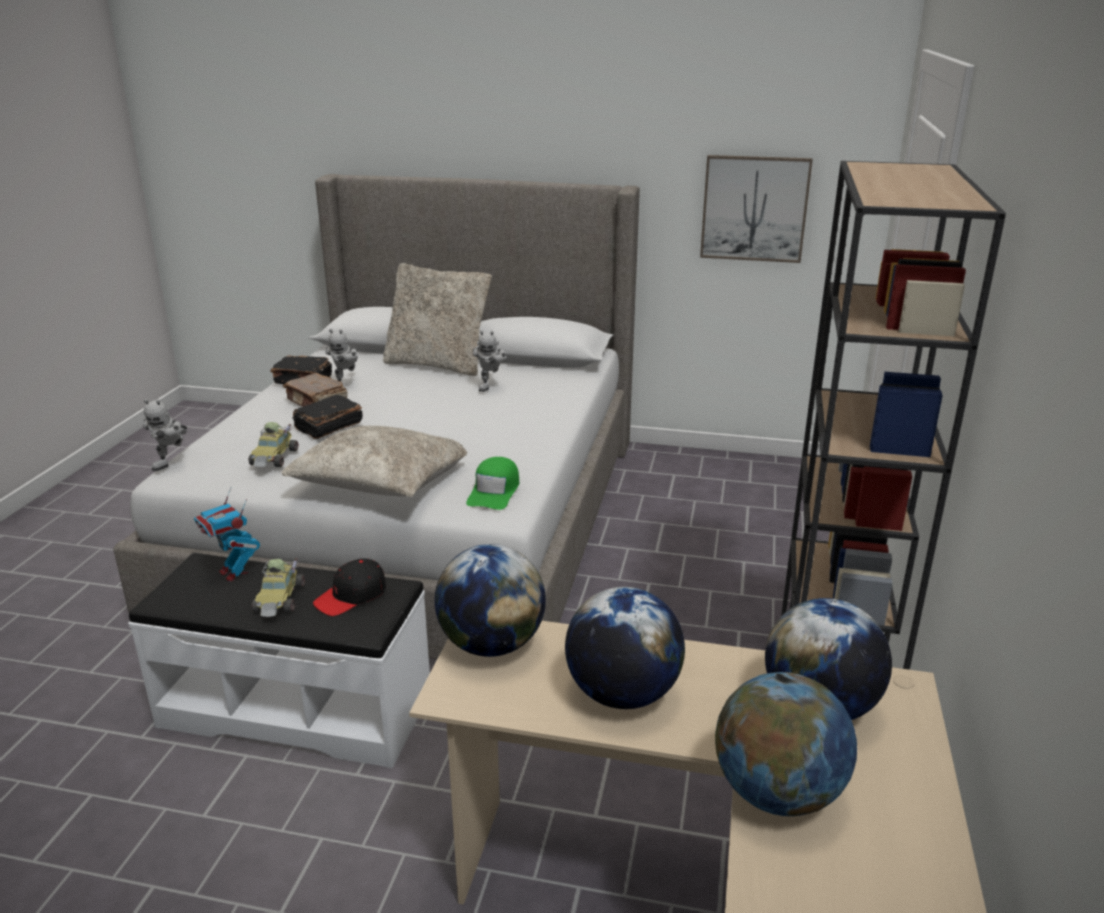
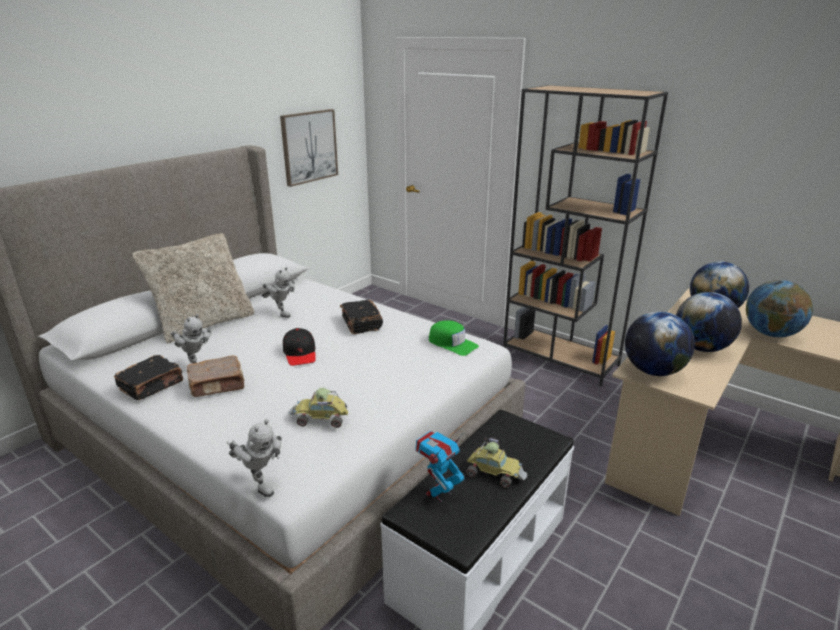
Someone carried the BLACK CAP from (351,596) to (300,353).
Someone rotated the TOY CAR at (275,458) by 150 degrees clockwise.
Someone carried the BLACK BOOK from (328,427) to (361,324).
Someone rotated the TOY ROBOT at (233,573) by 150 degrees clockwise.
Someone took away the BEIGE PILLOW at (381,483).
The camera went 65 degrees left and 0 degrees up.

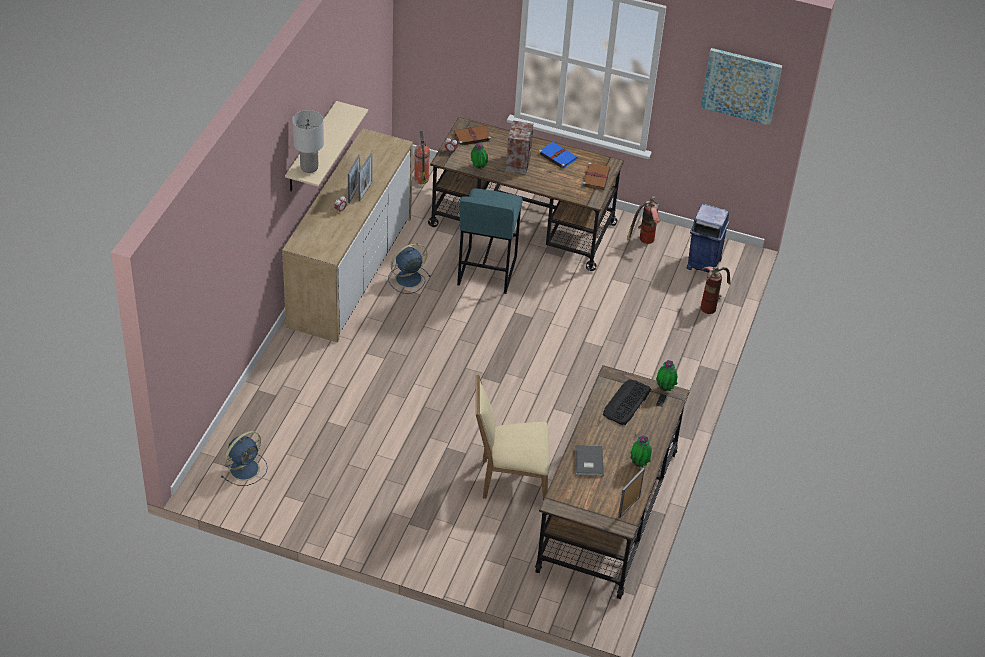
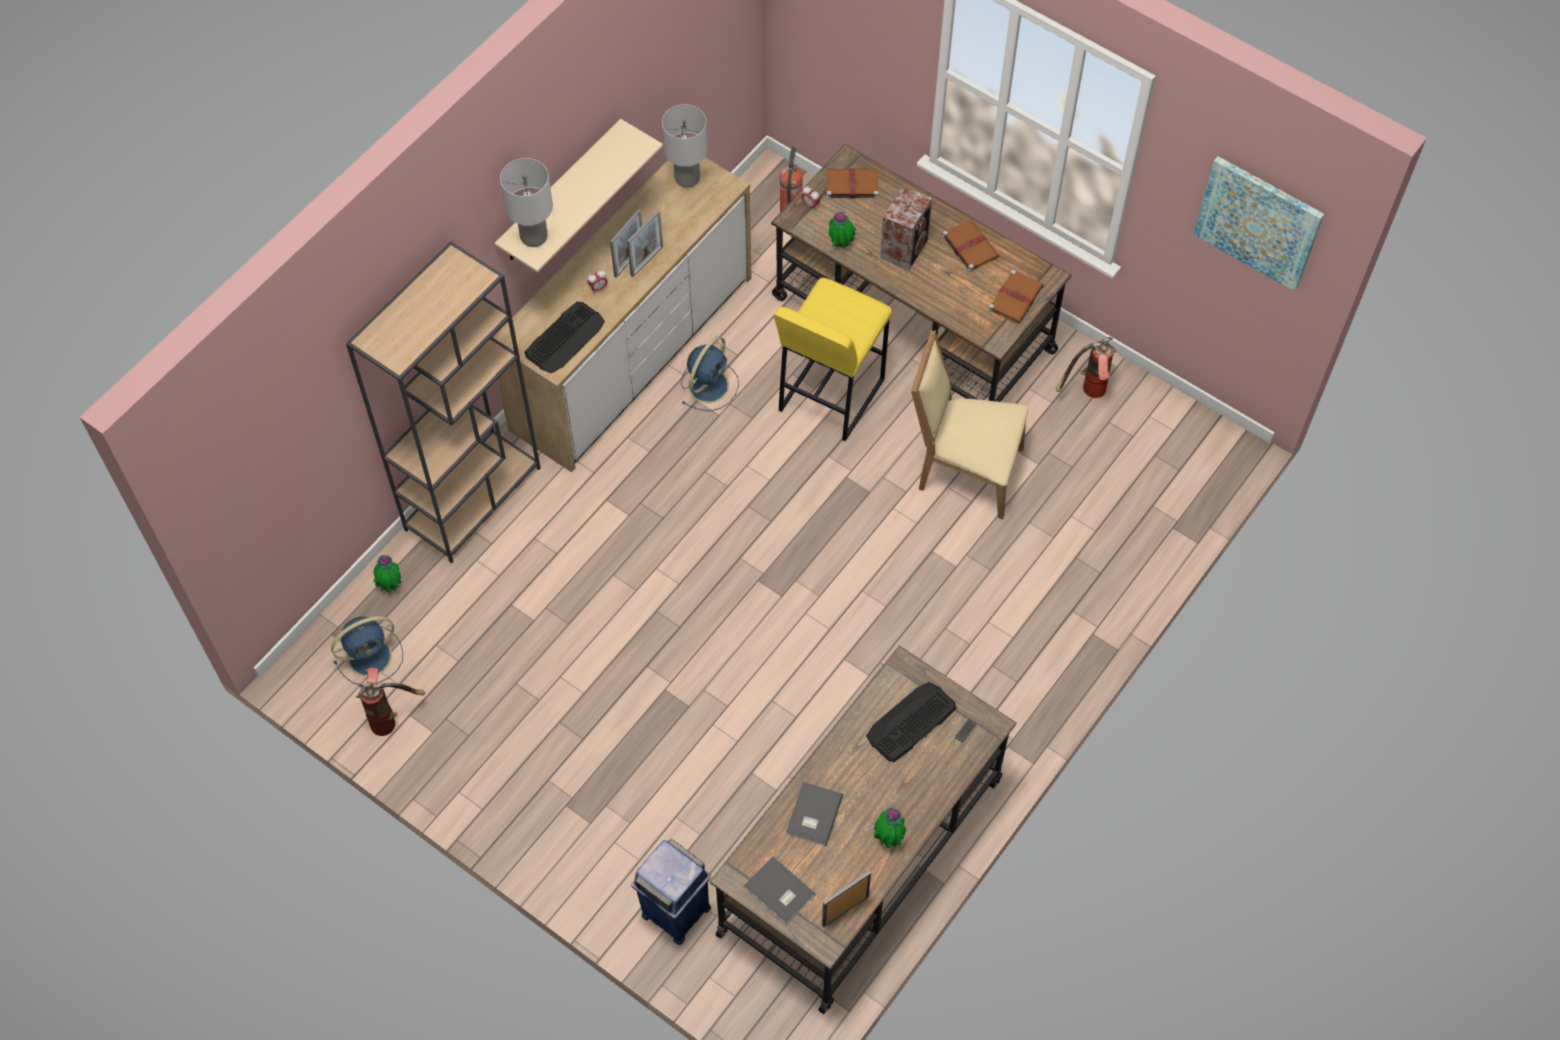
Someone put down the BOOKCASE at (473,498).
Someone carried the FIRE EXTINGUISHER from (711,304) to (391,717).
Someone carried the POTTED PLANT from (665,388) to (391,586).
Someone put down the KEYBOARD at (565,338).
Someone carried the BLUE TRASH CAN from (703,263) to (675,911).
Someone put down the GREY TABLE LAMP at (687,180).
Someone rotated the BLUE FAN at (407,279) by 135 degrees clockwise.
Someone put down the GREY BOOK at (779,893).
Someone repainted the TURQUOISE STOOL at (486,272), which became the YELLOW STOOL at (830,397).
Someone carried the BEIGE CHAIR from (509,479) to (963,469).
Someone repainted the BLUE BOOK at (557,156), which became the BROWN BOOK at (969,246).
The camera went 20 degrees right and 15 degrees up.

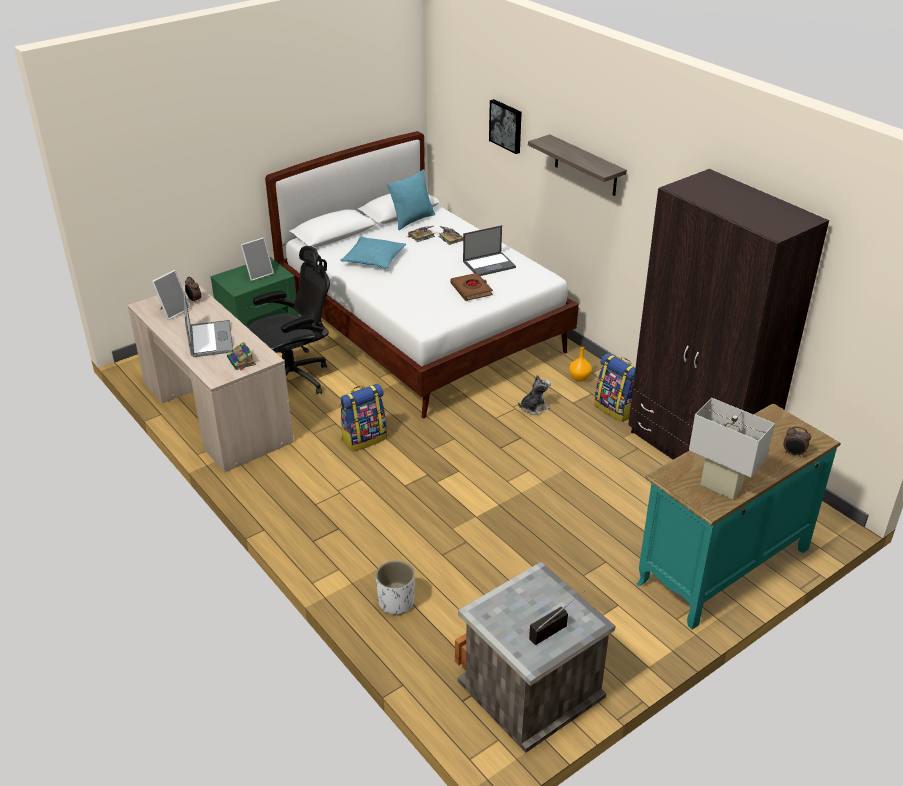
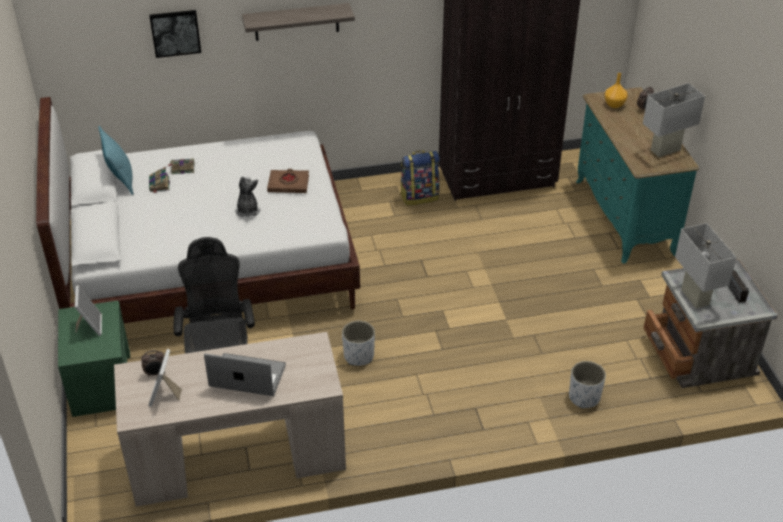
Someone rotated the PICTURE FRAME at (173,311) by 150 degrees counterclockwise.
Someone carried the PLUSH TOY from (533,408) to (247,210).
Someone swapped the BACKPACK at (364,439) for the WHITE PLANTER at (358,356).
Someone carried the ORANGE VASE from (580,378) to (614,104).
Someone put down the WHITE TABLE LAMP at (695,297).
Someone took away the BOOK at (241,361).
Someone took away the TURQUOISE PILLOW at (373,259).
Someone took away the LAPTOP at (489,264).
The camera went 65 degrees left and 5 degrees up.

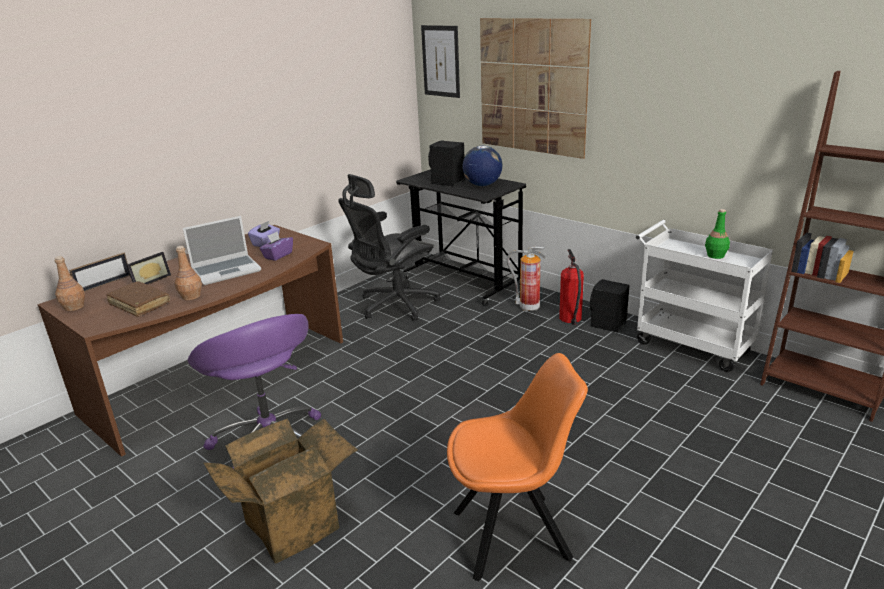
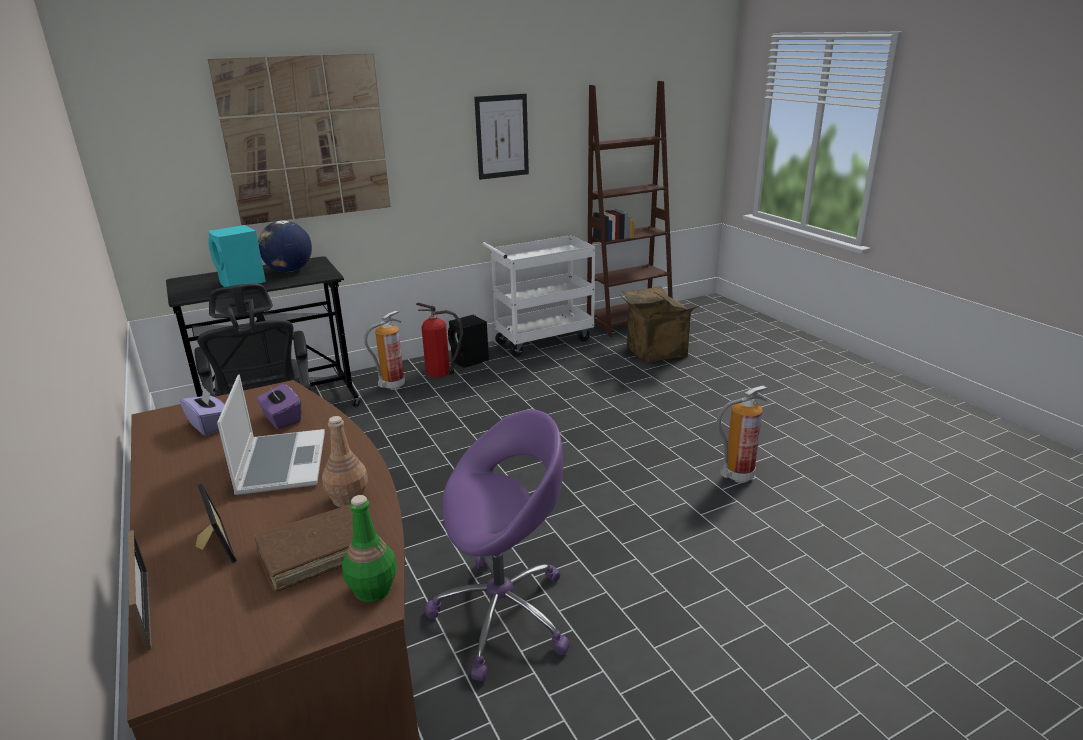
Someone repainted the BLACK SPEAKER at (447,182), which became the TURQUOISE SPEAKER at (242,283).
Someone carried the GREEN BOTTLE from (715,256) to (373,590).
Someone carried the PICTURE from (441,61) to (502,136).
Someone carried the CARDBOARD BOX from (291,522) to (653,351).
Someone swapped the ORANGE CHAIR at (512,535) for the FIRE EXTINGUISHER at (737,476).
Someone took away the BROWN BOTTLE at (74,307).
The camera went 70 degrees left and 0 degrees up.

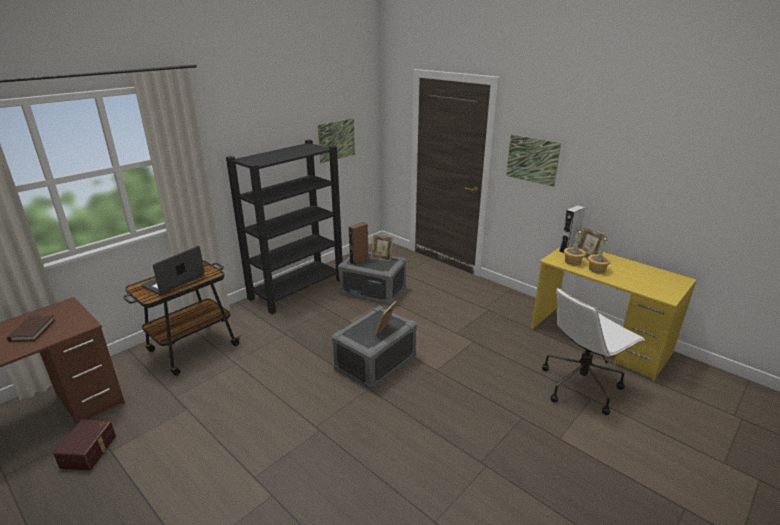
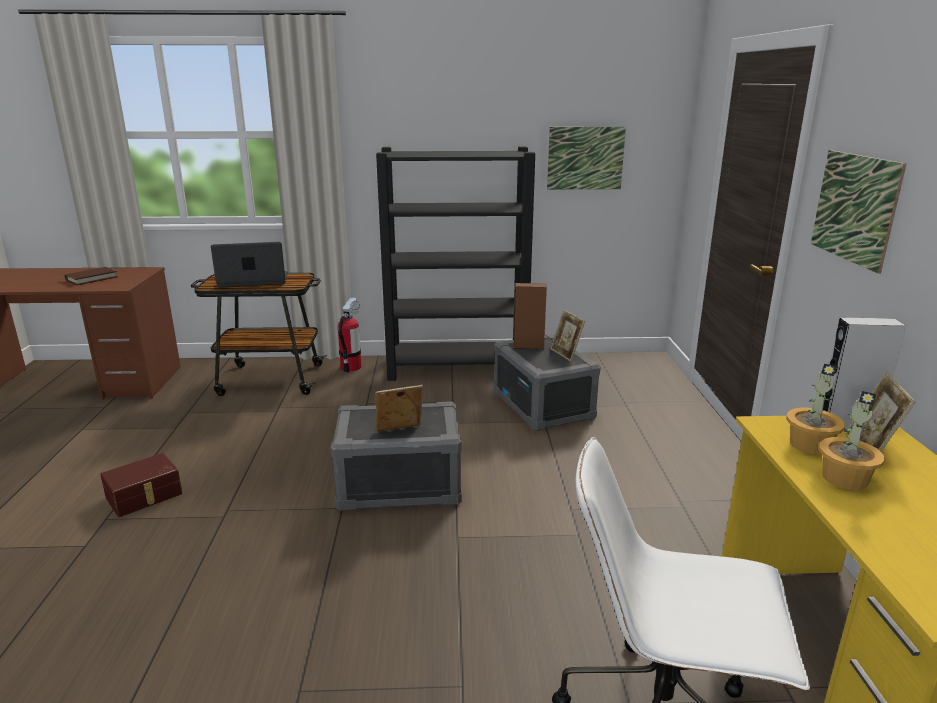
Someone carried the BROWN STORAGE BOX from (90,451) to (145,496).
Someone put down the FIRE EXTINGUISHER at (351,367).
The camera went 45 degrees right and 5 degrees down.

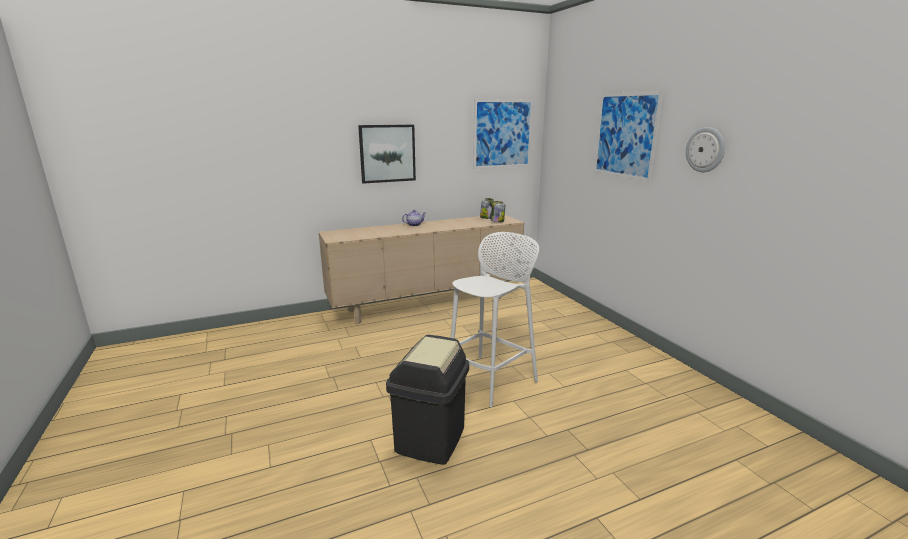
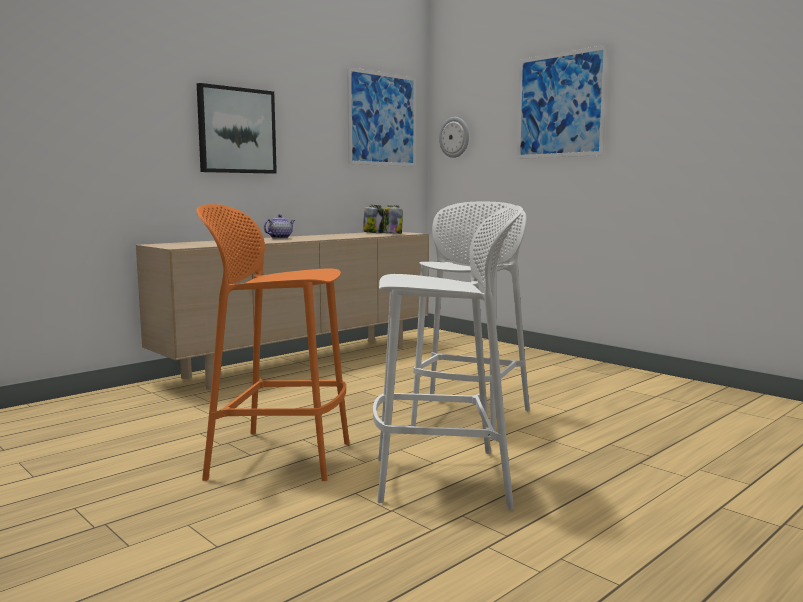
Someone put down the ORANGE STOOL at (278,457).
Someone swapped the BLACK TRASH CAN at (431,440) for the WHITE STOOL at (444,479).
Someone carried the WALL CLOCK from (705,149) to (454,137).
The camera went 20 degrees left and 10 degrees down.

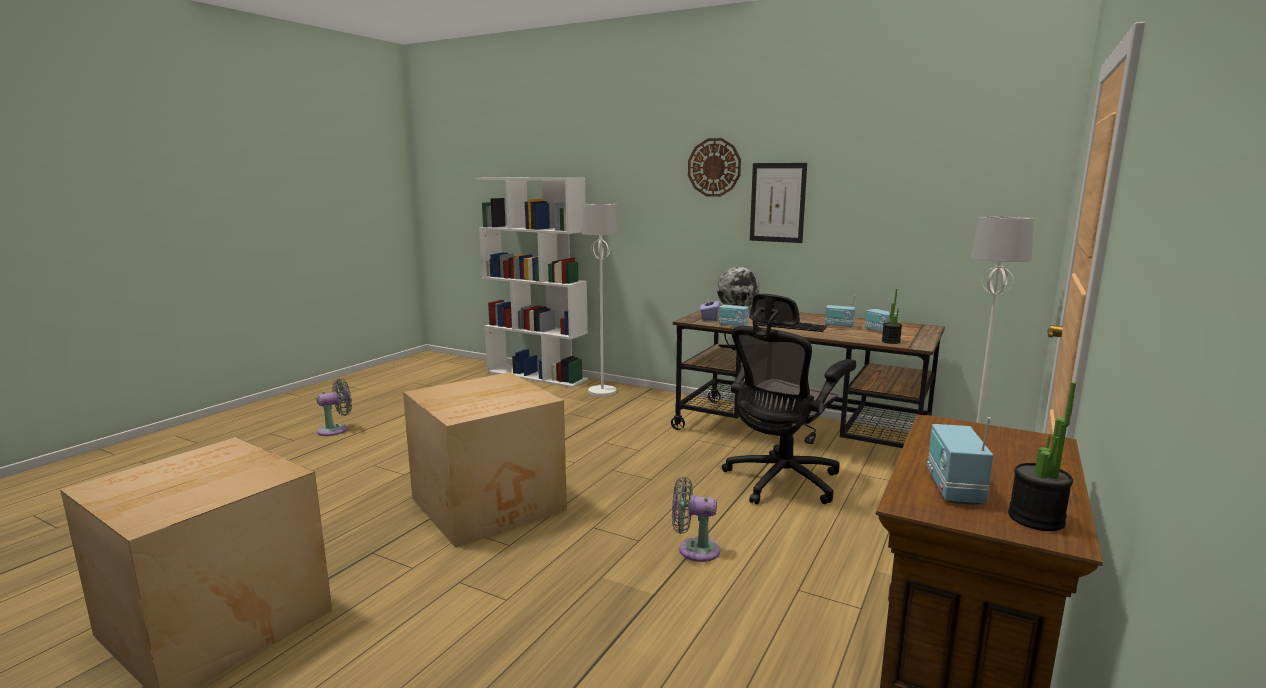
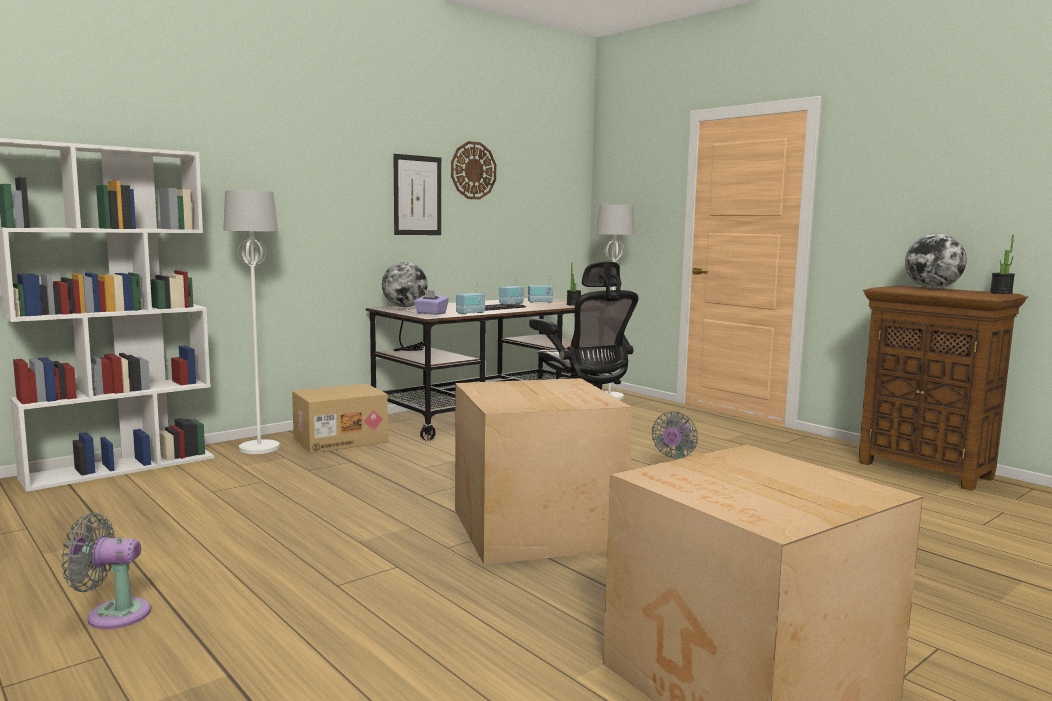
Someone rotated the GREY FAN at (336,430) by 75 degrees counterclockwise.
Someone put down the CARDBOARD BOX at (340,440).
Someone carried the WALL CLOCK from (714,167) to (473,170).
Someone put down the GLOBE at (932,288).
Someone took away the RADIO at (953,488).
The camera went 70 degrees left and 5 degrees down.

